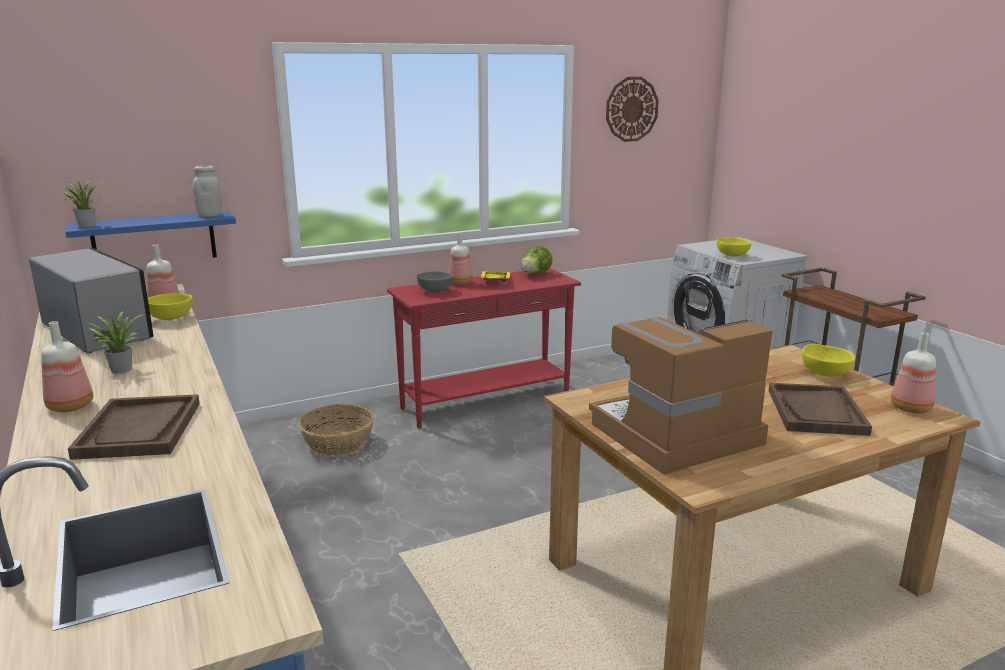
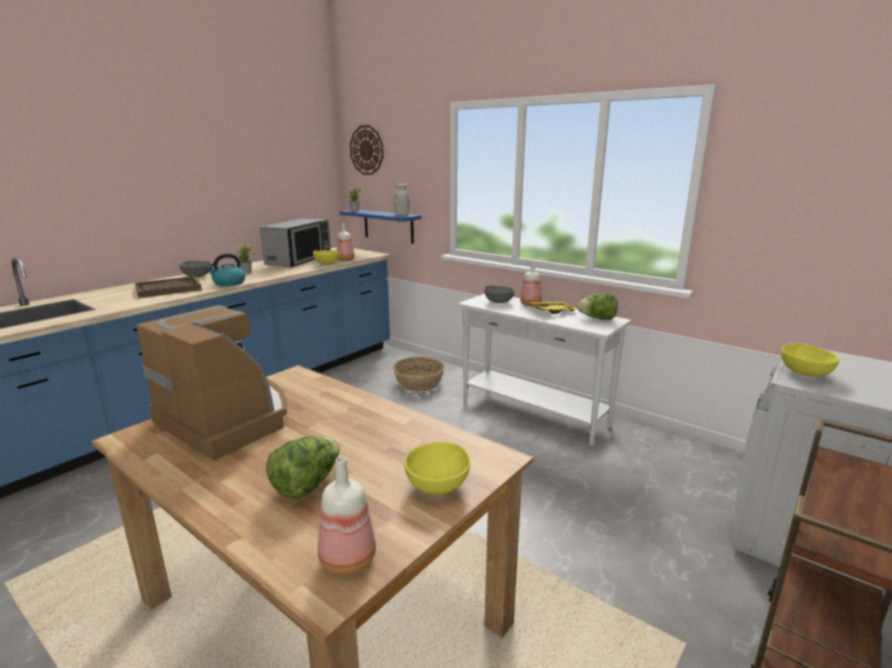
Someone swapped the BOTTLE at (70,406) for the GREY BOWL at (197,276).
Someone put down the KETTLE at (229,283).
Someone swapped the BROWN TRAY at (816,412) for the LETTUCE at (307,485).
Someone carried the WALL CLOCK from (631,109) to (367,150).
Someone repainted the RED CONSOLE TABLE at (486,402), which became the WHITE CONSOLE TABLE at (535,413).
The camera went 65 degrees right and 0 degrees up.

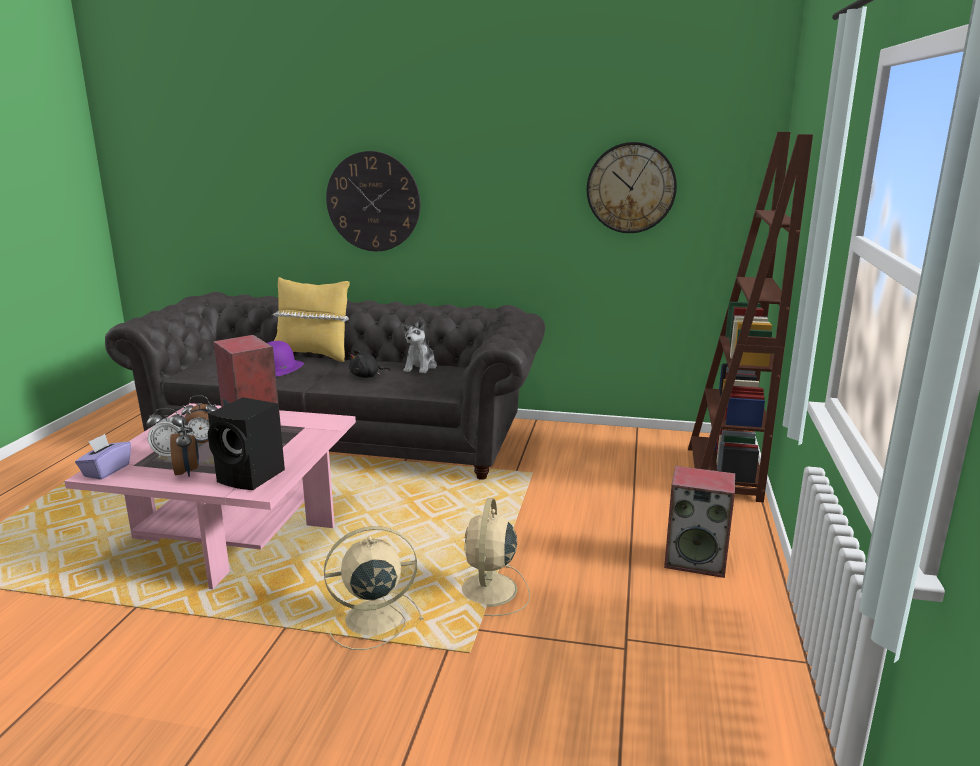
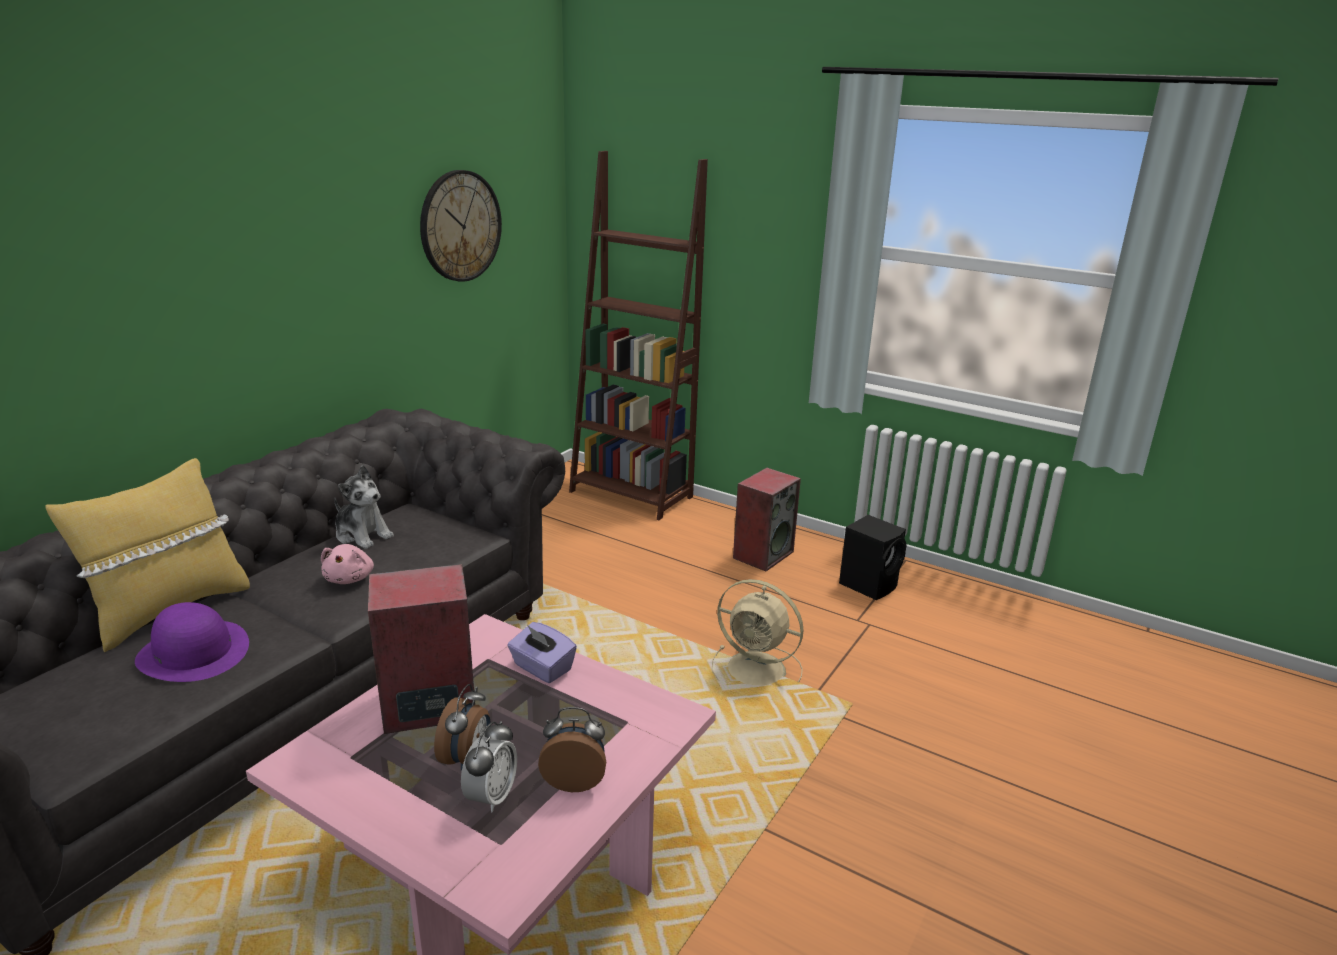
Someone repainted the BLACK PLUSH TOY at (367,376), which became the PINK PLUSH TOY at (350,578).
Someone carried the PURPLE TISSUE BOX from (106,471) to (542,668).
Someone carried the BLACK SPEAKER from (252,477) to (869,584).
Someone took away the BEIGE FAN at (371,619).
Someone took away the WALL CLOCK at (373,202).
The camera went 70 degrees left and 5 degrees up.

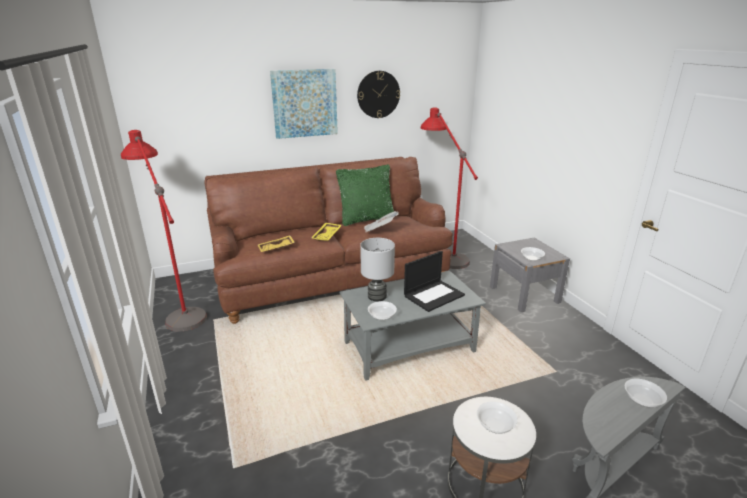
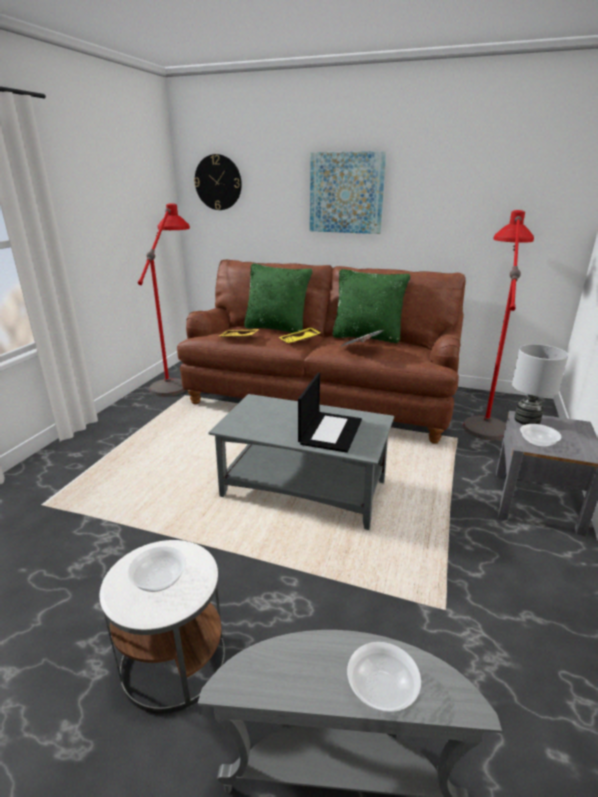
Someone carried the WALL CLOCK from (378,94) to (218,182).
Someone put down the GREEN PILLOW at (277,330).
Someone rotated the LAPTOP at (434,295) by 75 degrees counterclockwise.
Someone carried the GREY TABLE LAMP from (377,296) to (527,420).
Someone took away the BOWL at (382,316).
The camera went 40 degrees right and 0 degrees up.

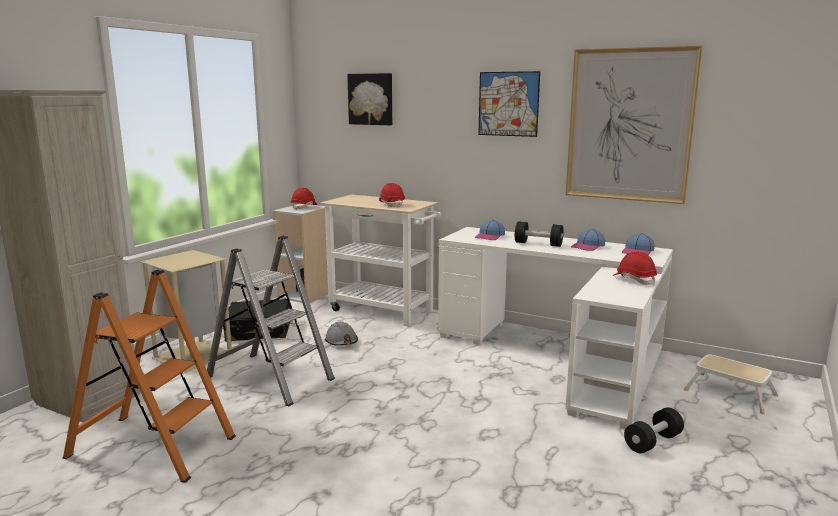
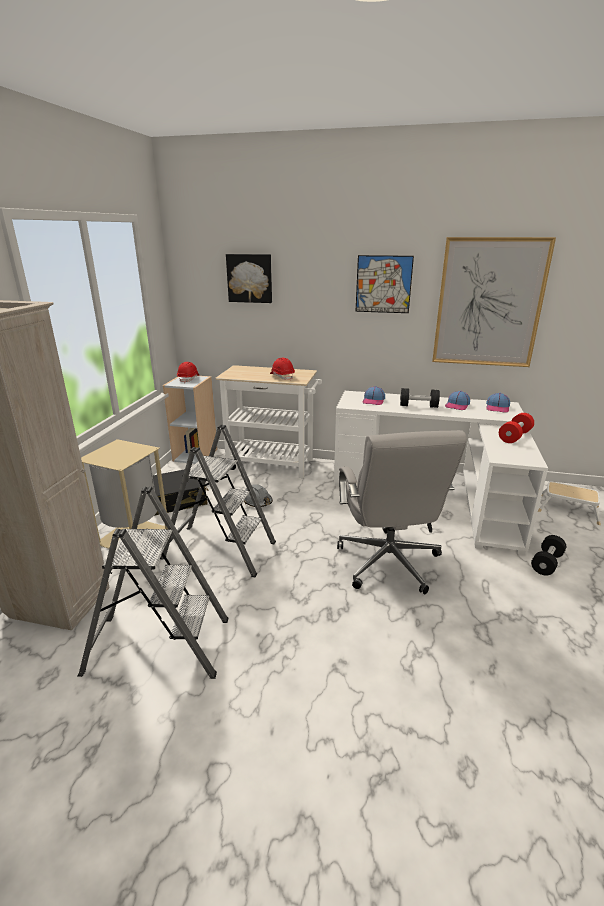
Someone repainted the ORANGE STEP LADDER at (150,446), which became the GREY STEP LADDER at (156,644).
Someone put down the GREY OFFICE CHAIR at (388,561).
Someone swapped the RED HARD HAT at (634,280) for the RED DUMBBELL at (514,436).
The camera went 15 degrees left and 10 degrees up.

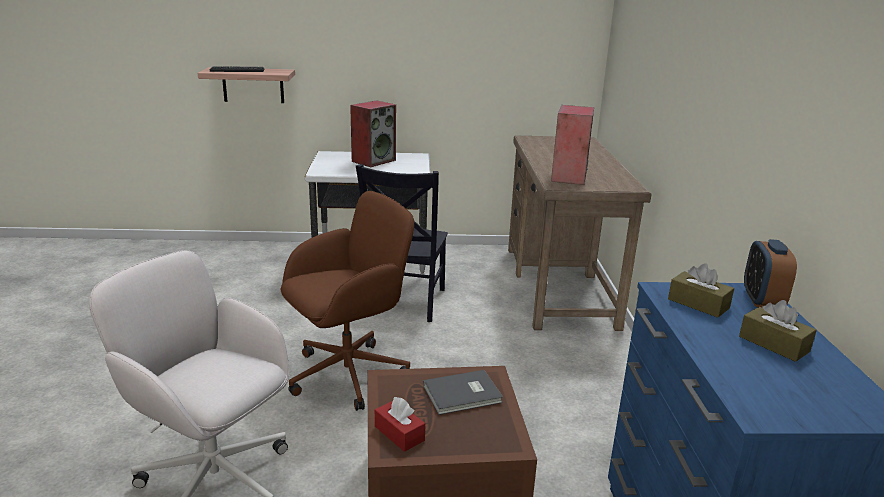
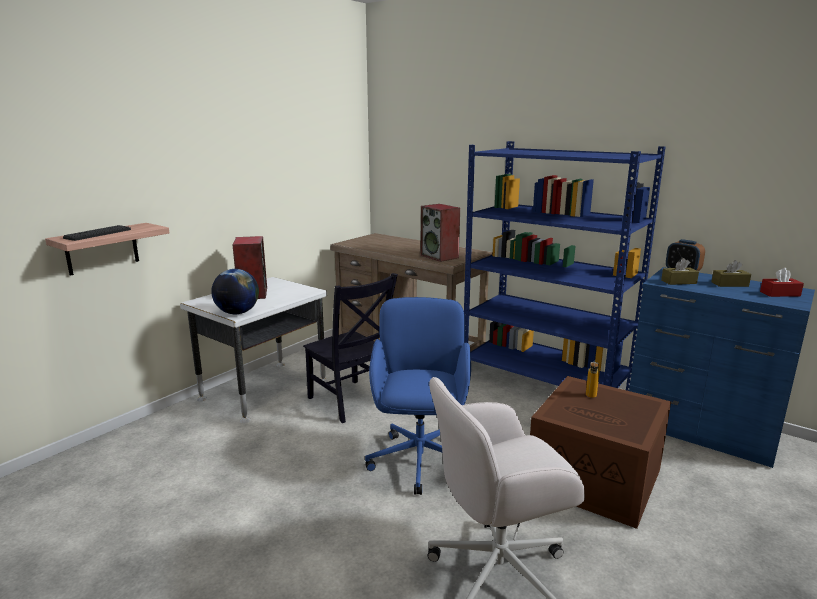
Someone put down the GLOBE at (237,313).
Someone repainted the BROWN OFFICE CHAIR at (348,375), which became the BLUE OFFICE CHAIR at (420,461).
Someone put down the BLUE BOOKCASE at (544,386).
Someone swapped the GREY BOOK at (464,395) for the BOTTLE at (590,397).
Someone carried the RED TISSUE BOX from (399,433) to (780,294).
The camera went 50 degrees left and 5 degrees down.

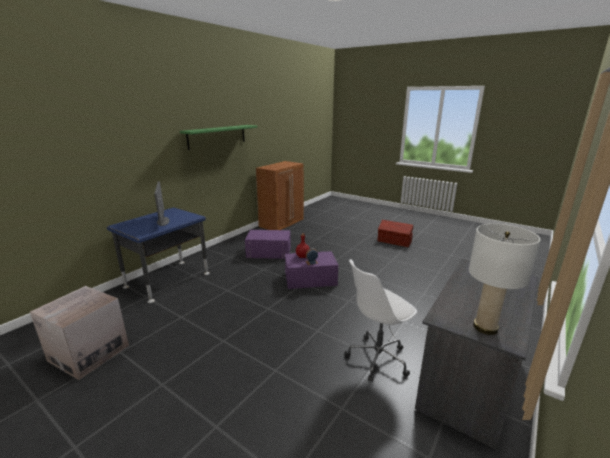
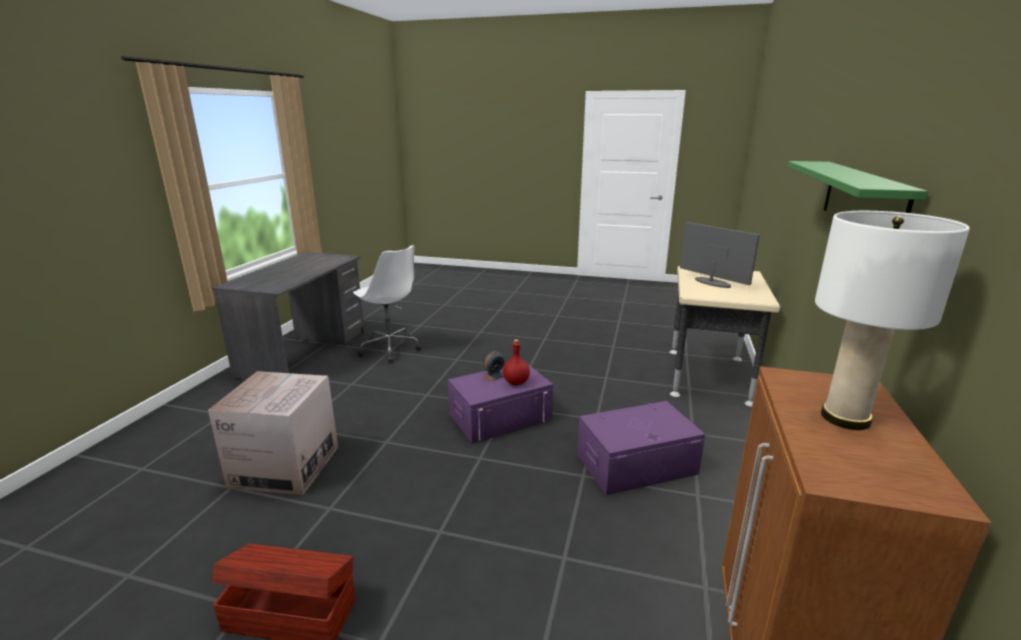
Someone carried the CARDBOARD BOX from (89,353) to (285,466).
Someone rotated the WHITE OFFICE CHAIR at (376,359) by 90 degrees clockwise.
Someone repainted the BLUE DESK at (167,279), which became the BEIGE DESK at (709,376).
Someone carried the WHITE TABLE LAMP from (485,327) to (844,418).
The camera went 160 degrees right and 0 degrees up.

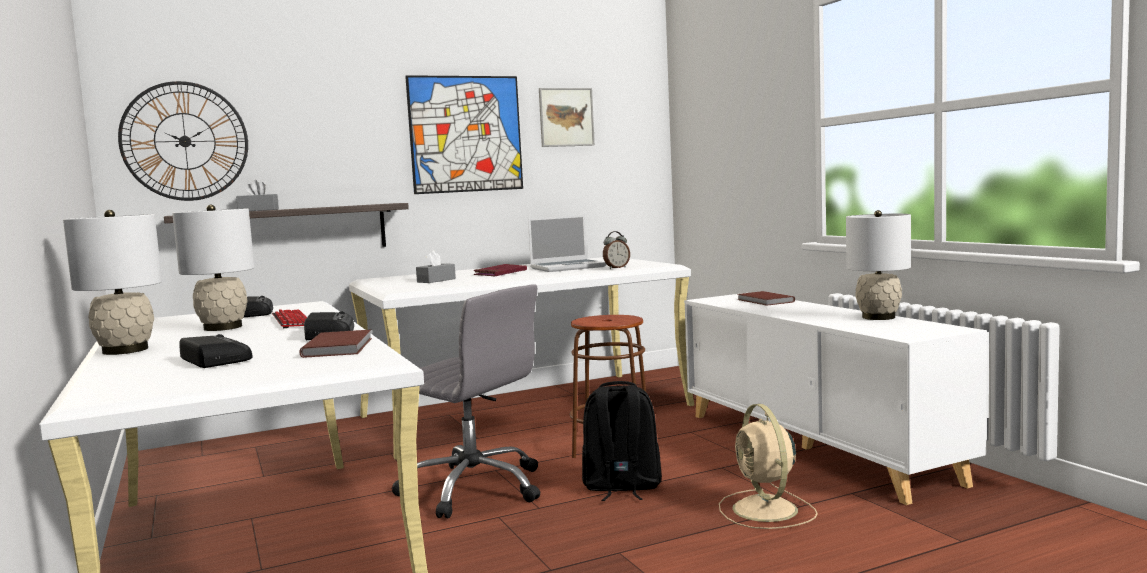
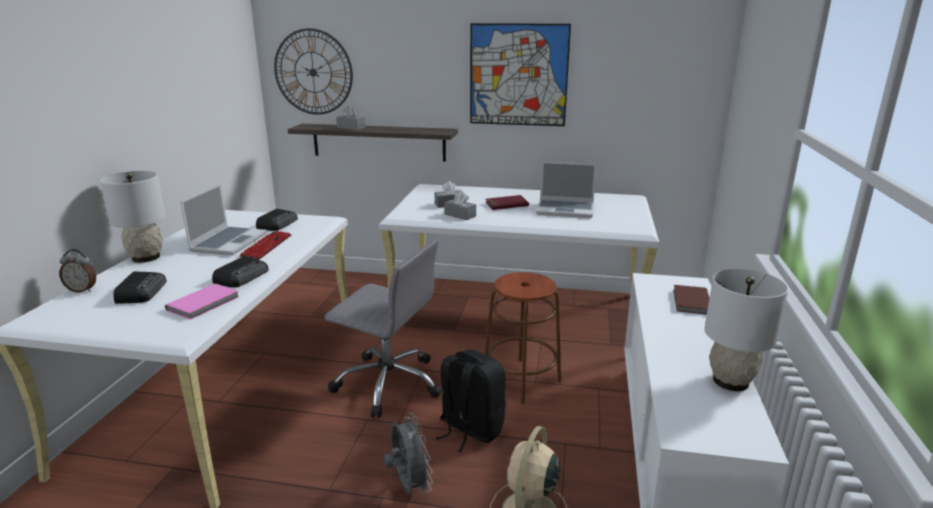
Someone carried the ALARM CLOCK from (616,268) to (82,290).
Someone repainted the BROWN BOOK at (340,347), which became the PINK BOOK at (205,303).
Someone swapped the WHITE TABLE LAMP at (222,327) for the LAPTOP at (229,242).
Someone rotated the GREY OFFICE CHAIR at (474,489) by 45 degrees counterclockwise.
Someone put down the GREY FAN at (408,486).
Someone put down the GREY TISSUE BOX at (460,215).
Someone took away the PICTURE at (566,117).
The camera went 35 degrees right and 15 degrees up.

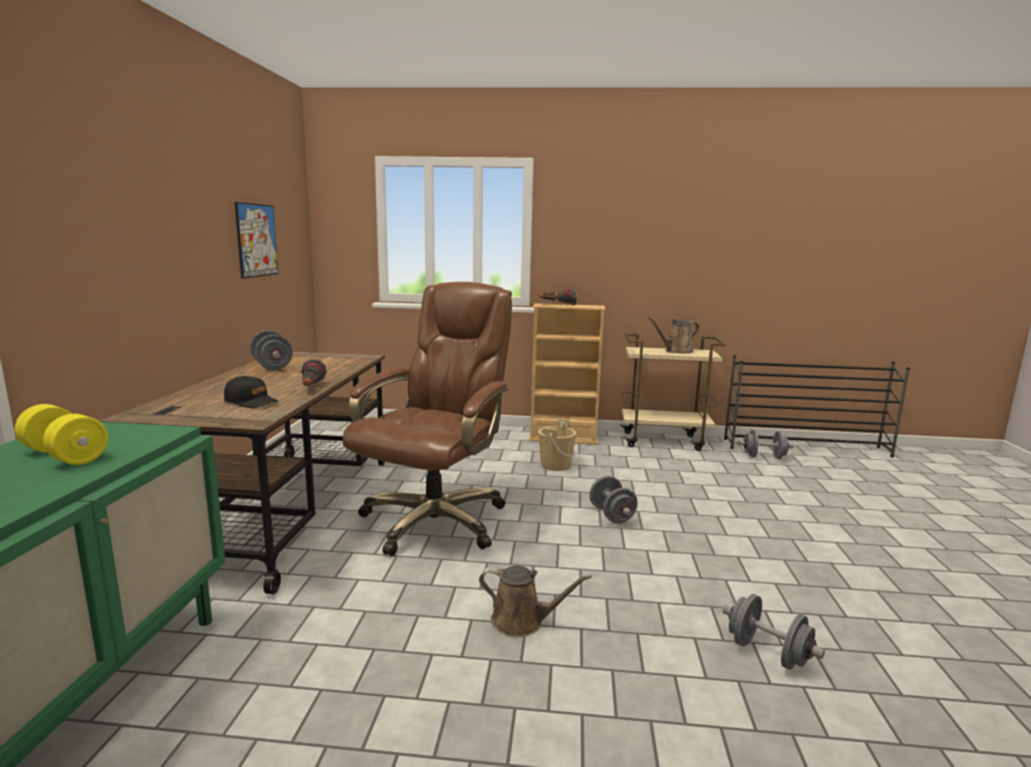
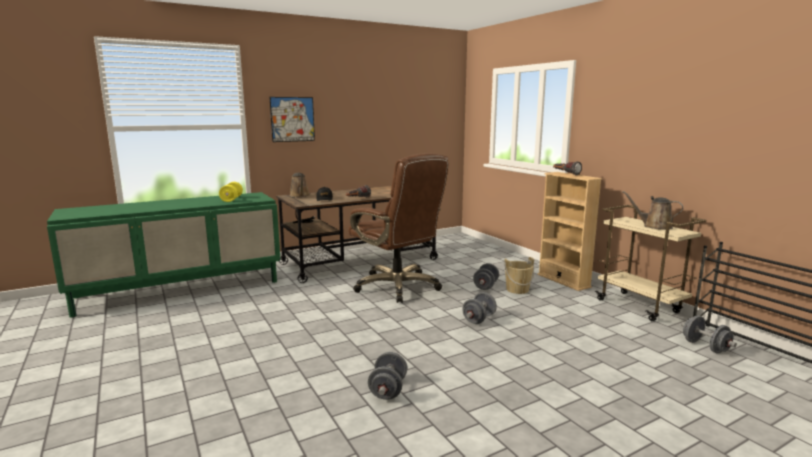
Someone carried the PICTURE from (257,240) to (292,119).
Someone carried the BROWN WATERING CAN from (522,622) to (300,195).
Someone rotated the BROWN OFFICE CHAIR at (434,521) by 60 degrees clockwise.
Someone carried the GREY DUMBBELL from (272,366) to (485,286).
The camera went 55 degrees right and 0 degrees up.

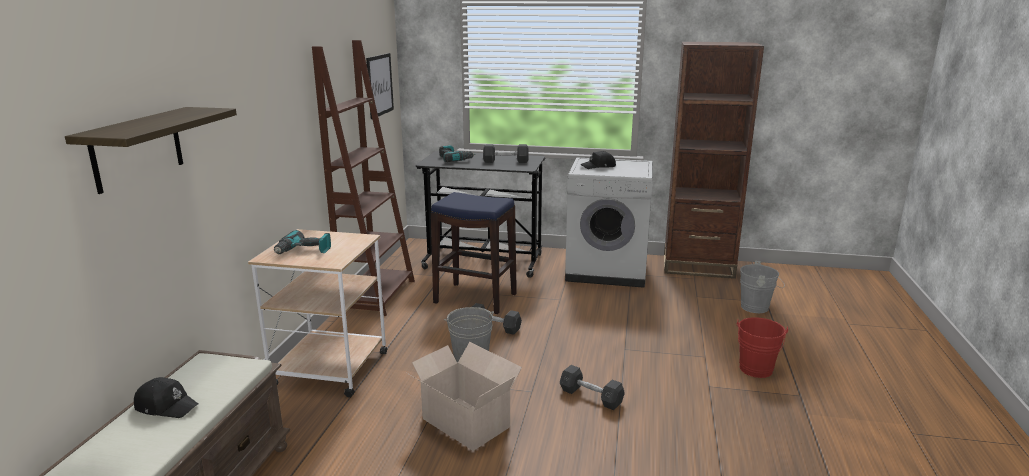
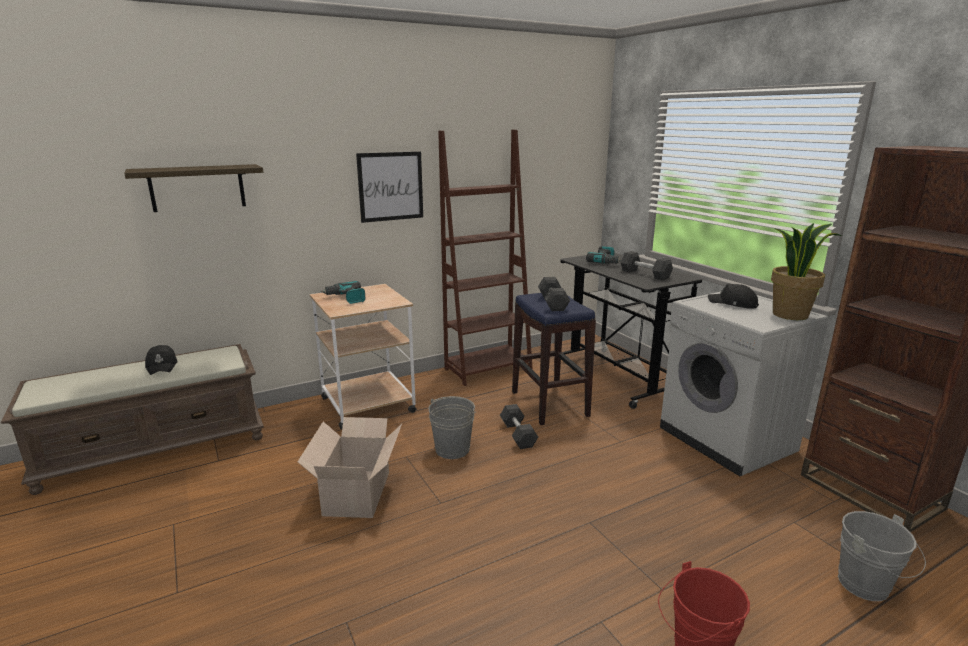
Someone carried the PICTURE from (379,85) to (390,186).
Someone carried the GREY DUMBBELL from (591,397) to (553,303).
Someone put down the POTTED PLANT at (790,314).
The camera went 50 degrees right and 0 degrees up.

